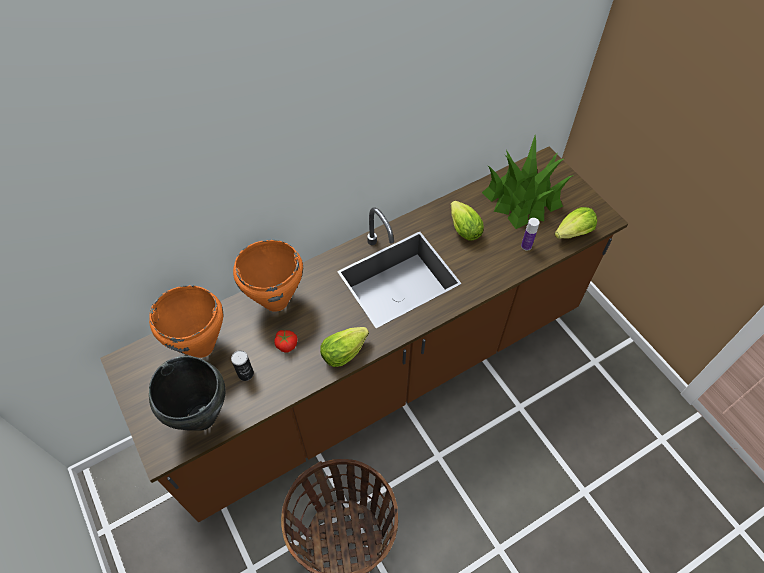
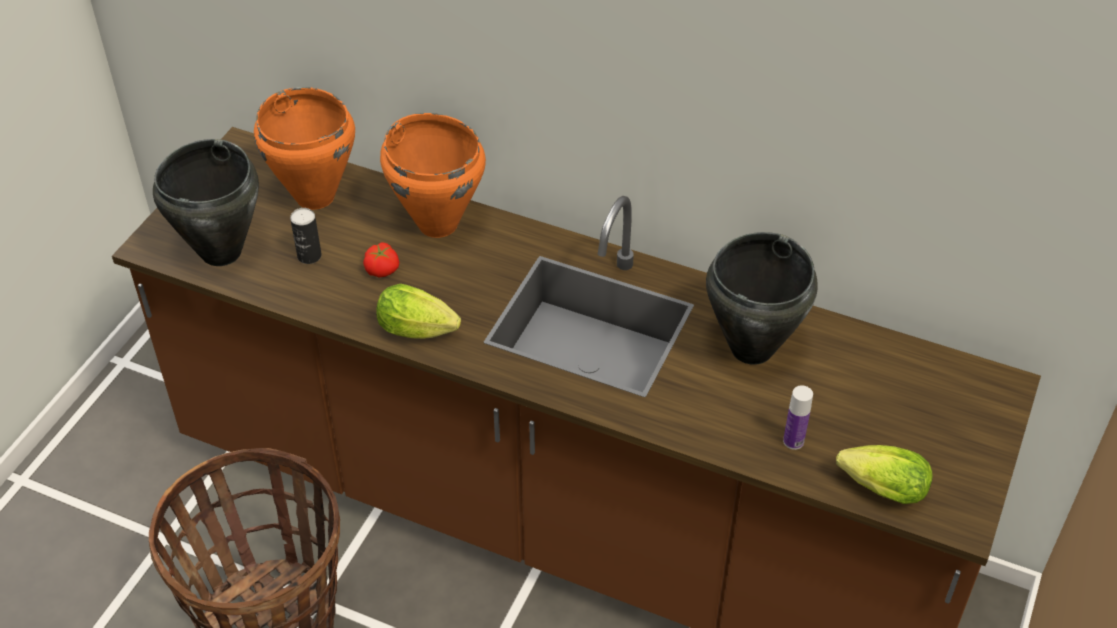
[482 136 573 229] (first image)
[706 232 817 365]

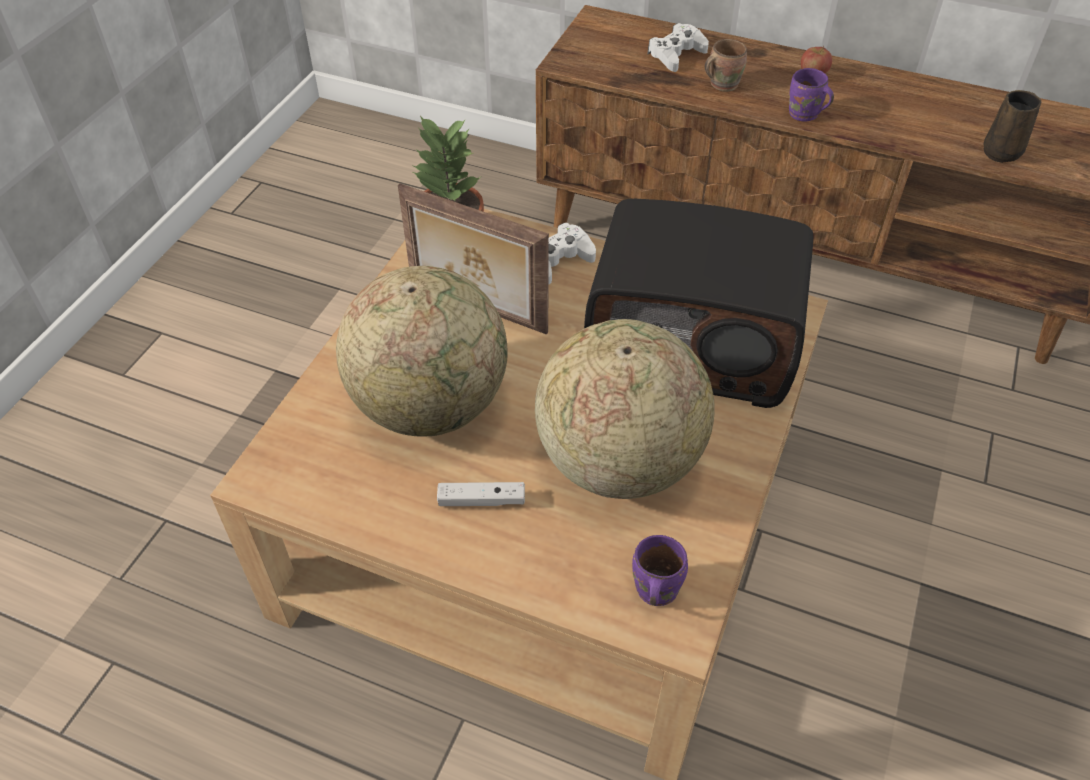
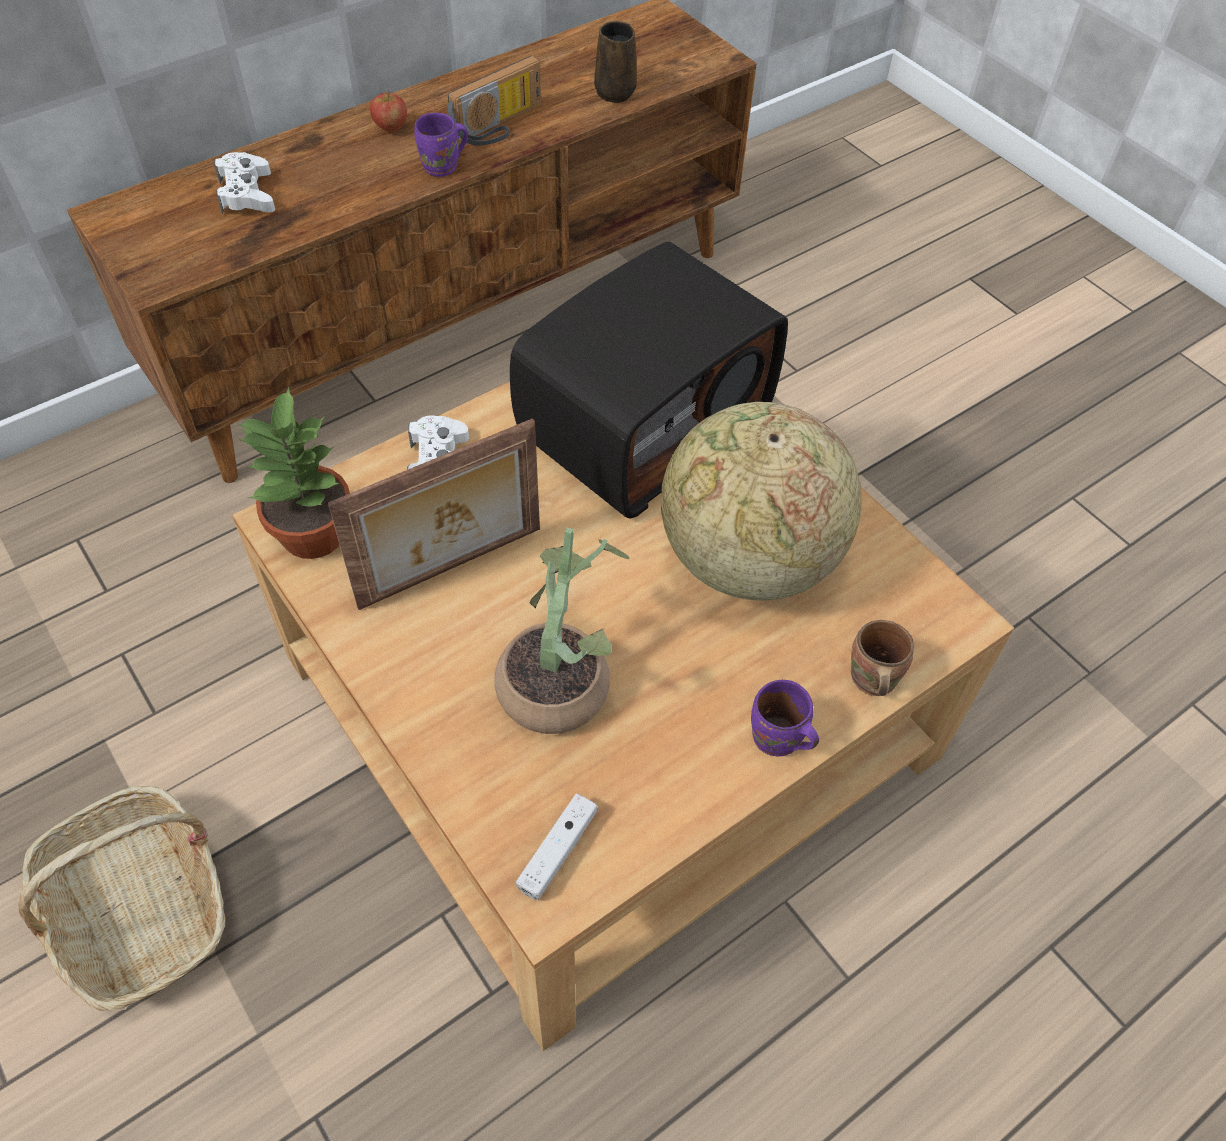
[851 620 914 696]
[494 528 629 734]
[516 794 598 900]
[751 680 819 757]
[447 56 541 146]
[19 786 225 1011]

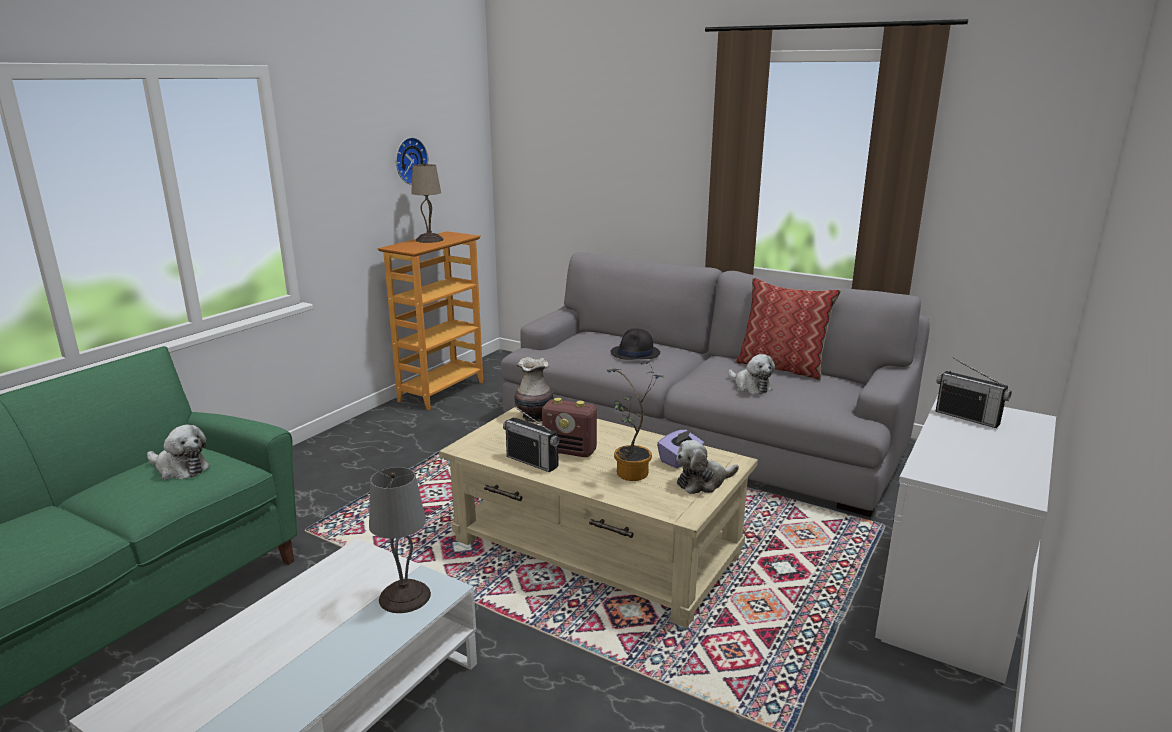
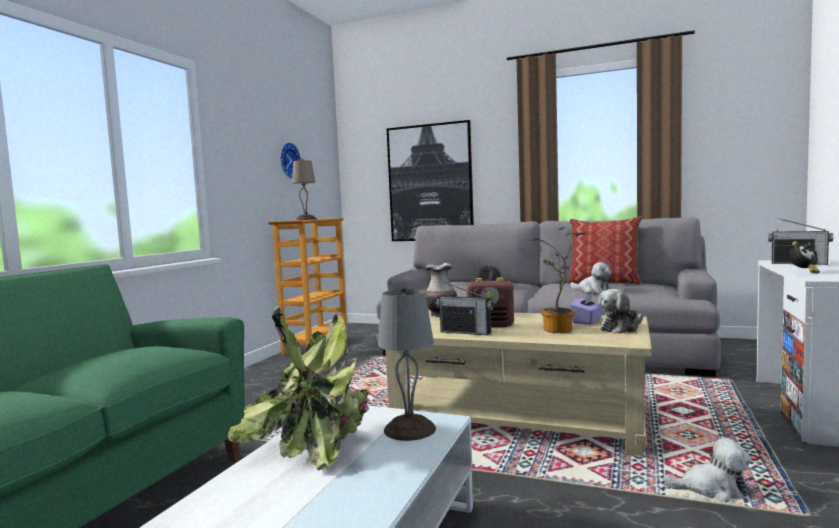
[663 438 752 502]
[387 120 474 241]
[789 241 820 274]
[228 305 369 470]

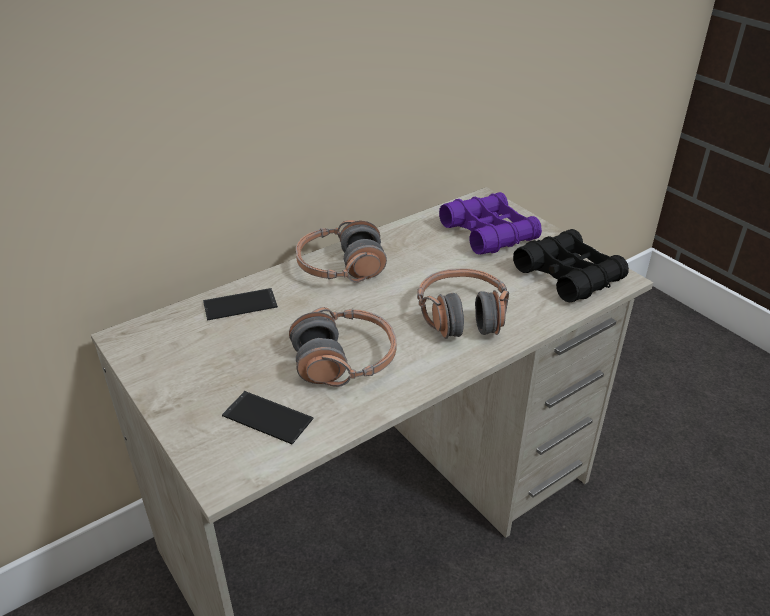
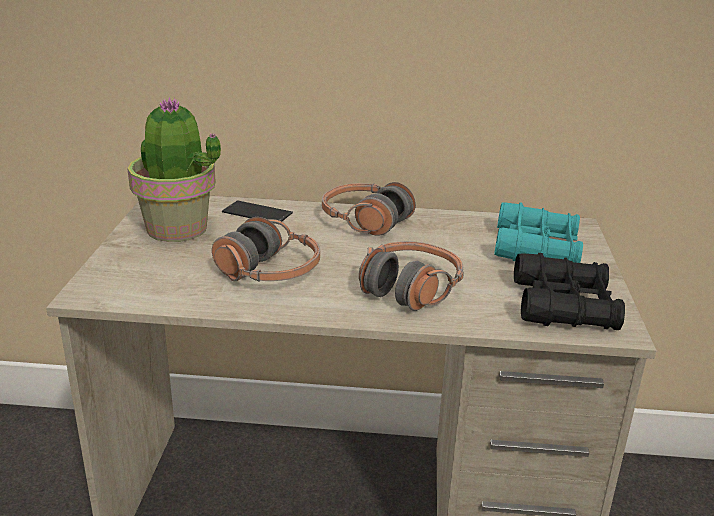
[494 202 583 263]
[222 391 313 445] (first image)
[127 97 221 242]

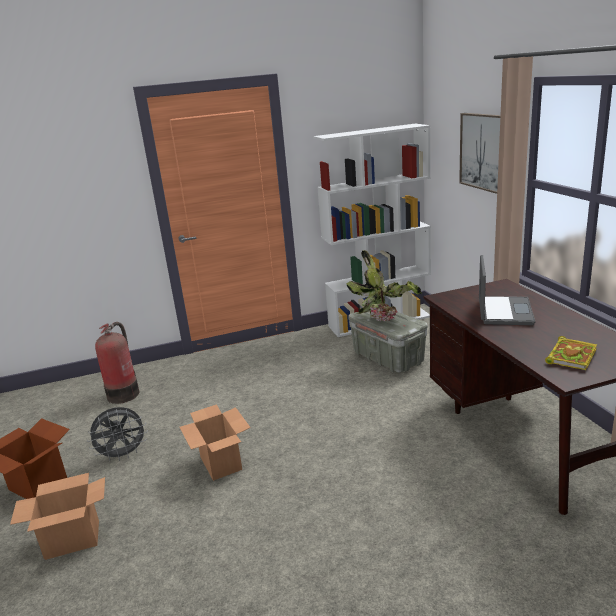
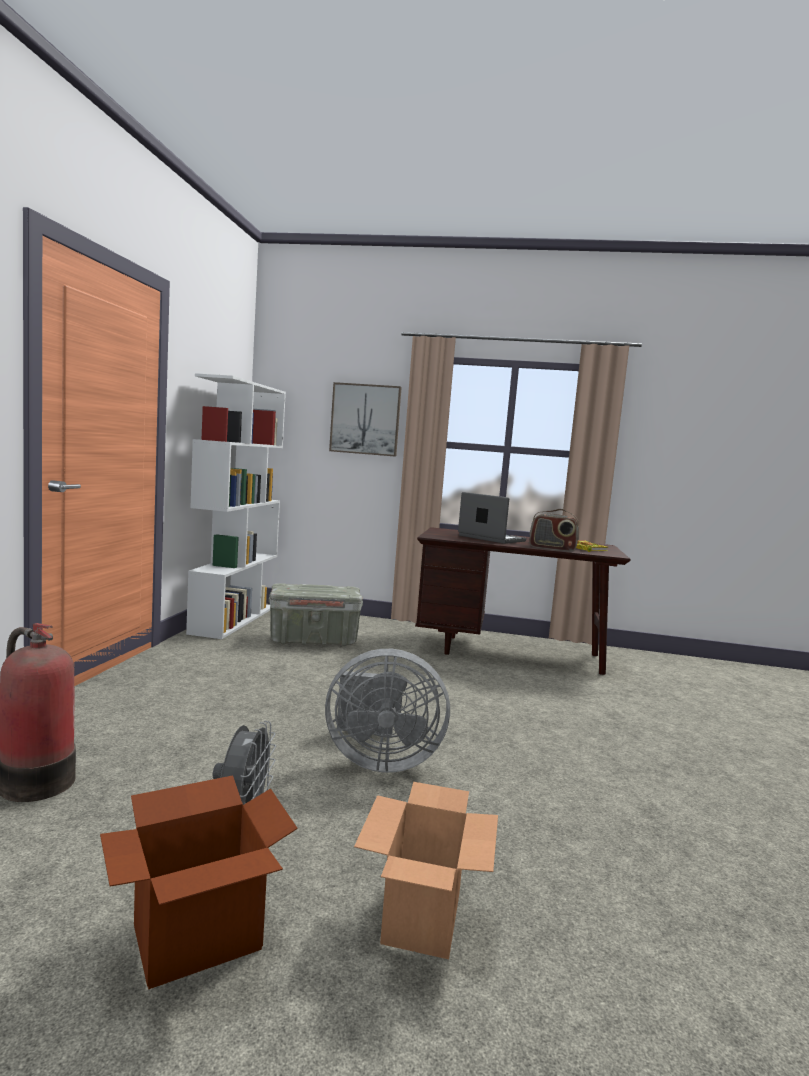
[347 250 422 321] (first image)
[325 649 450 772]
[529 509 579 551]

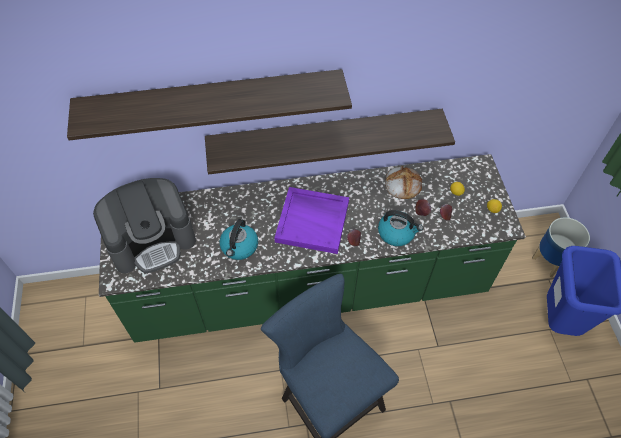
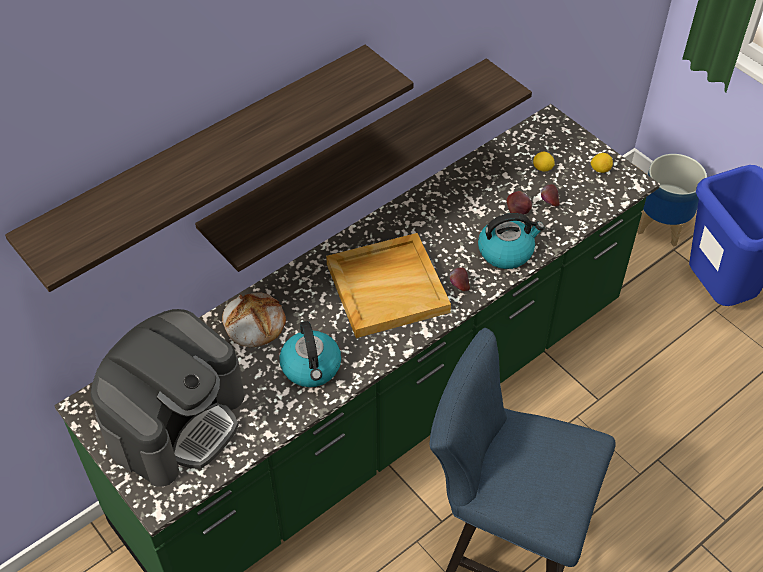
[222 293 286 347]
[326 233 451 338]

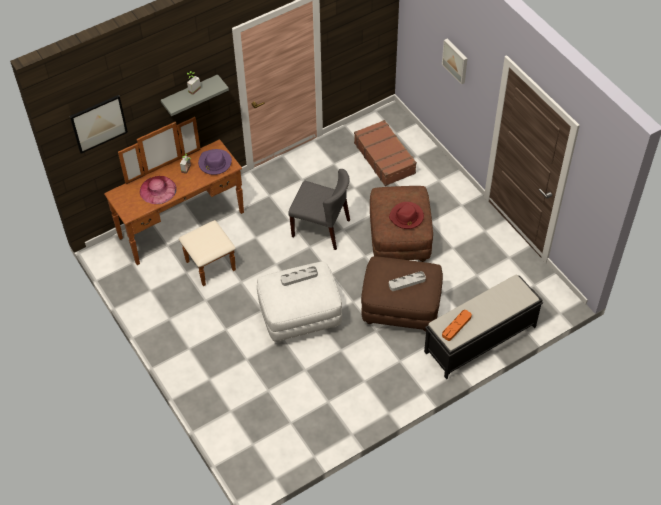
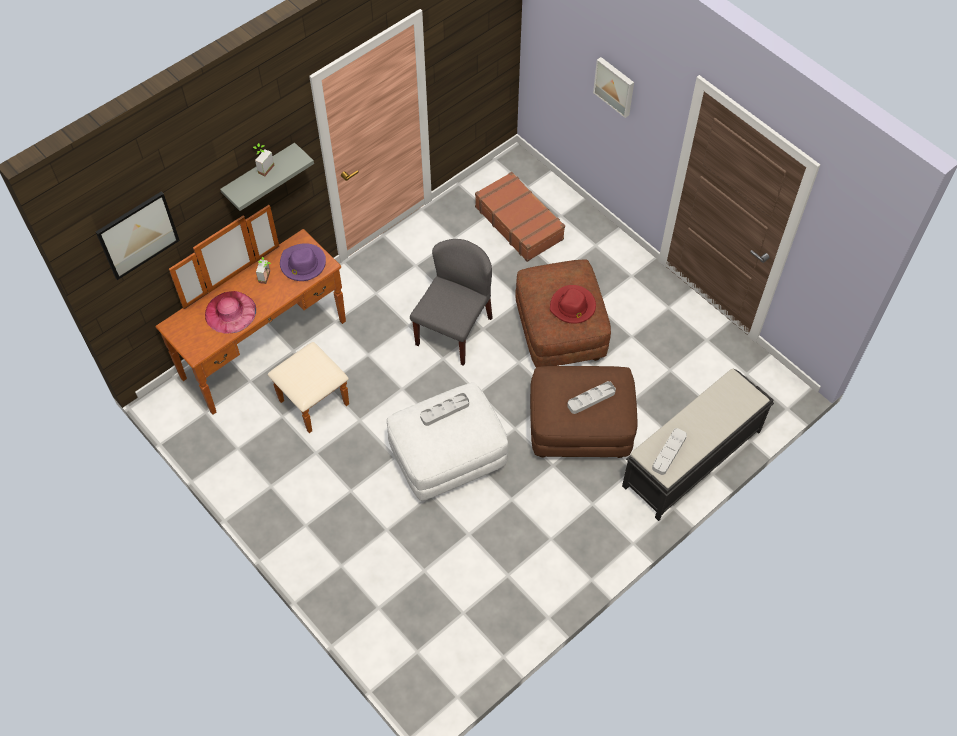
[410 239 493 366]
[652 428 687 475]

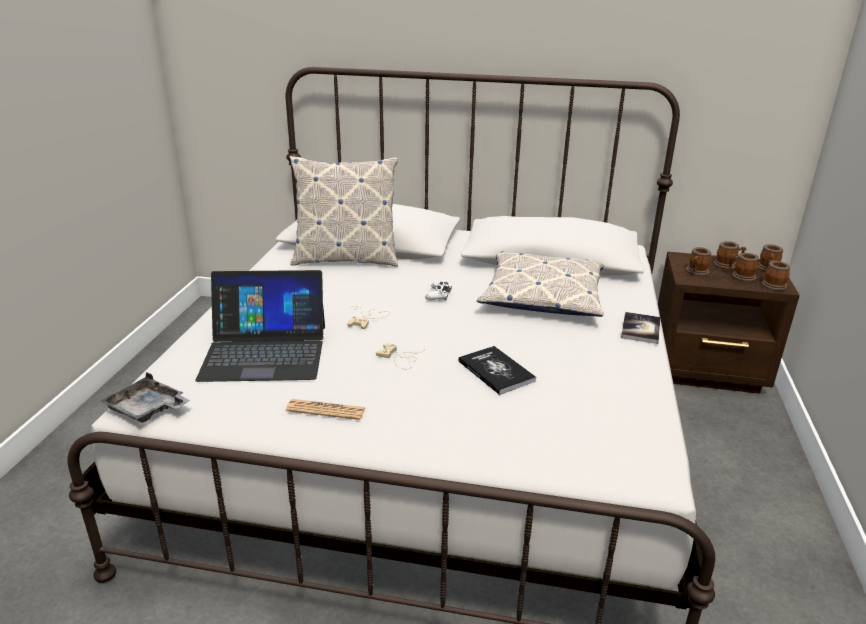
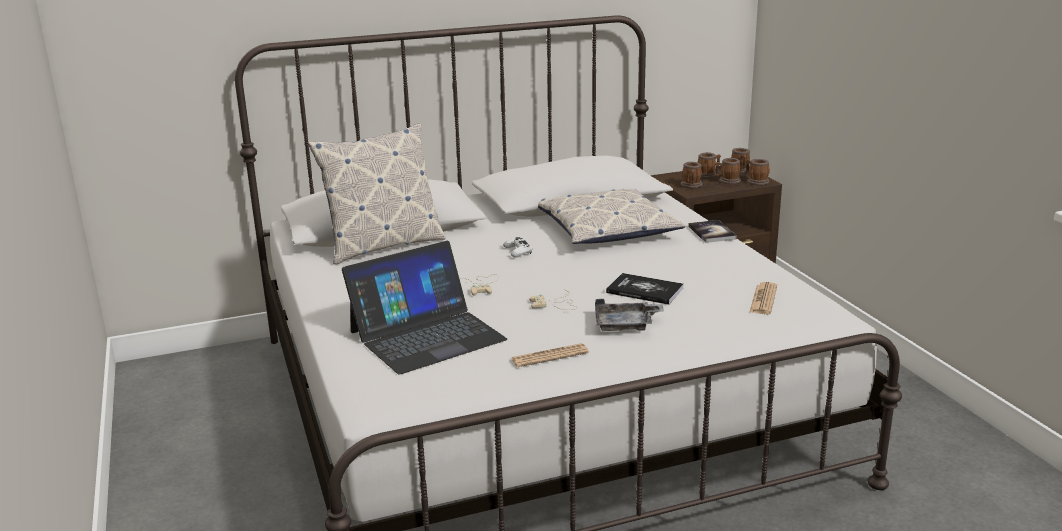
[595 299 664 331]
[750 282 777 314]

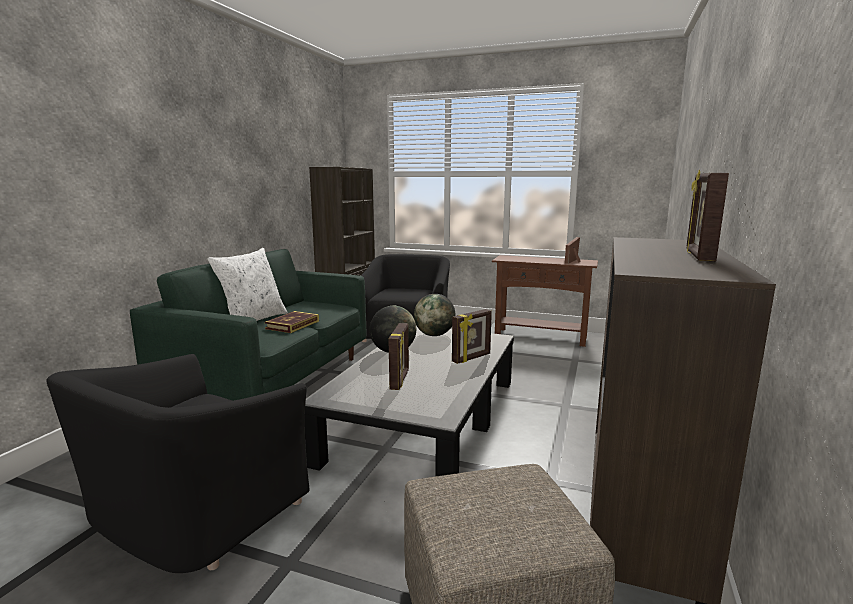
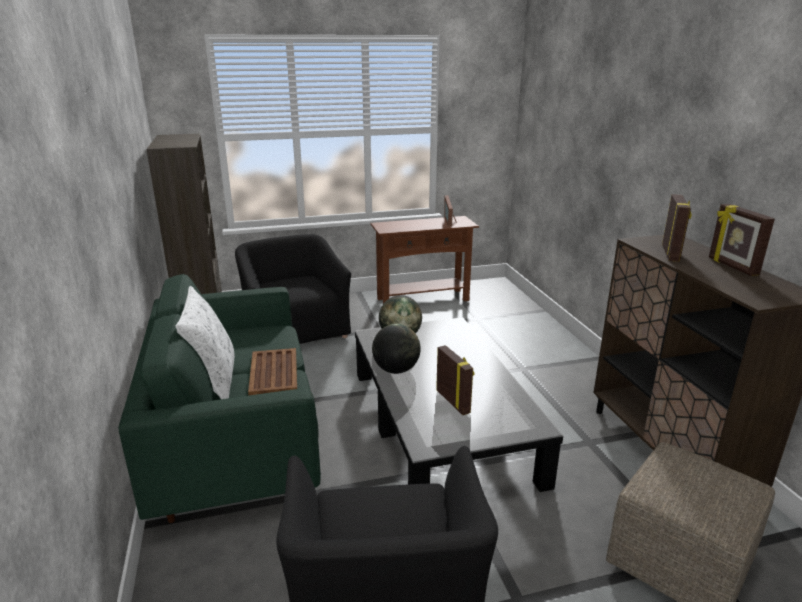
[662 194 692 262]
[248 348 297 395]

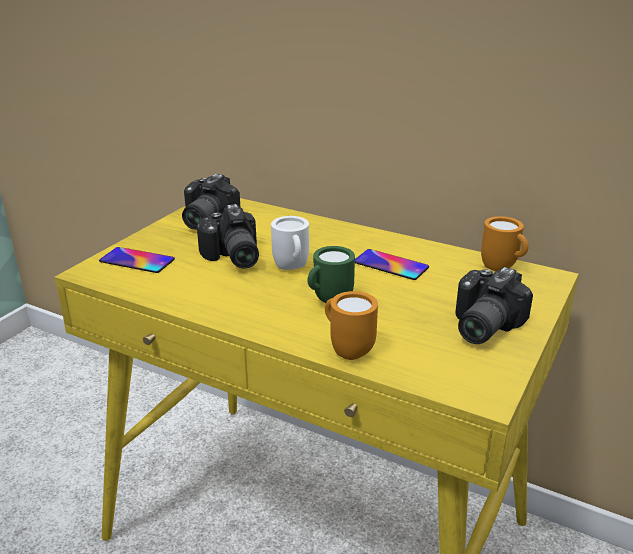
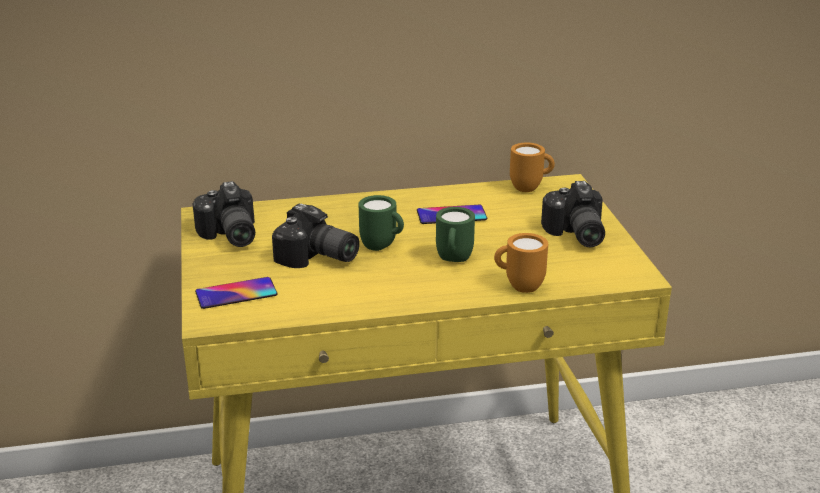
[359 195 404 251]

